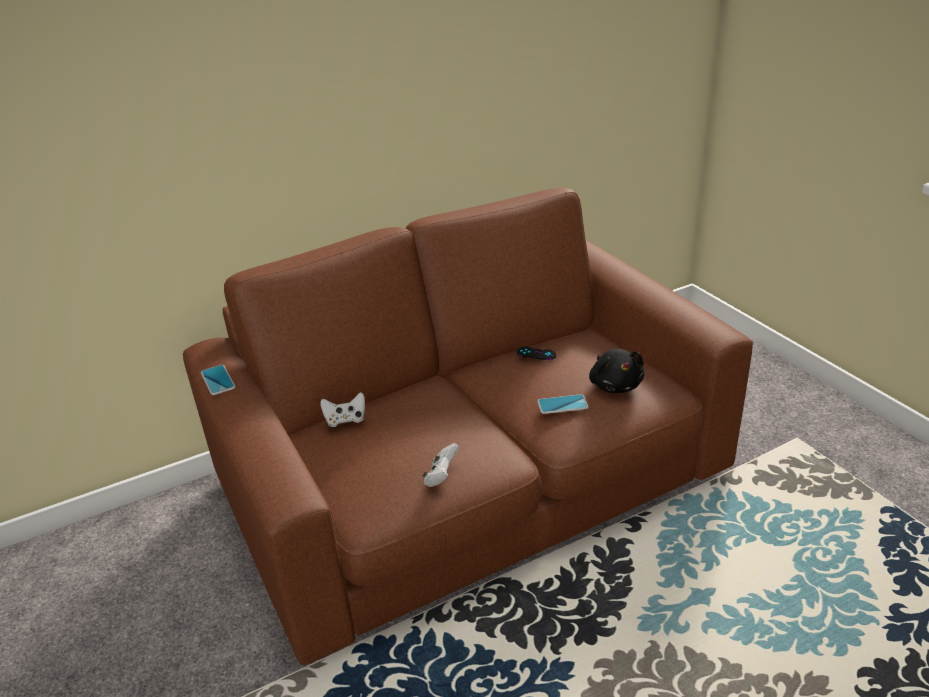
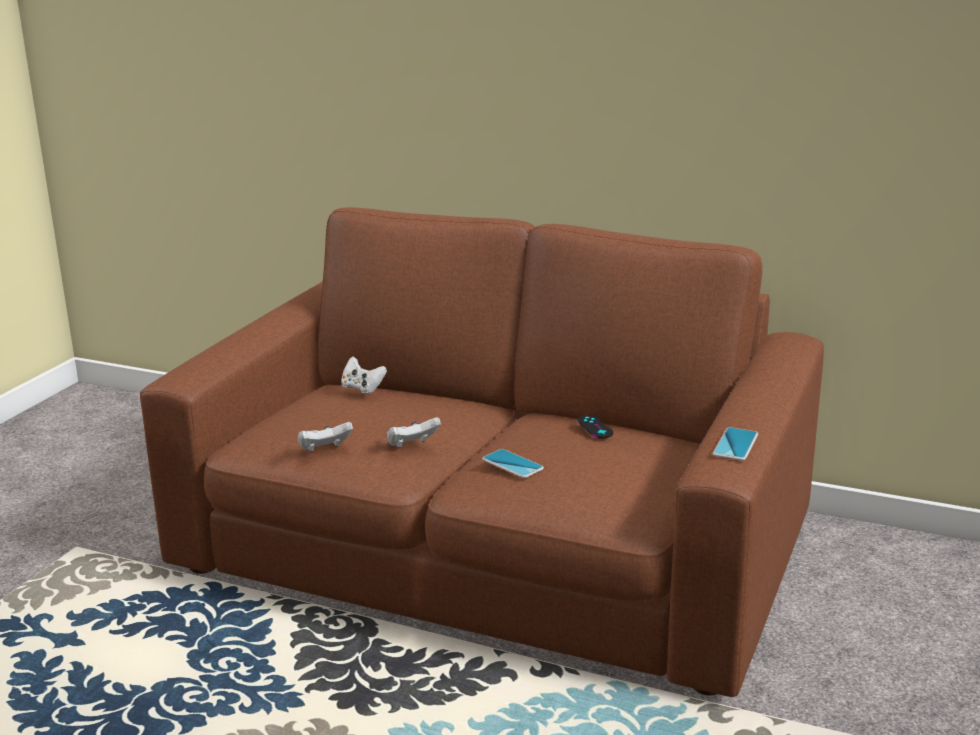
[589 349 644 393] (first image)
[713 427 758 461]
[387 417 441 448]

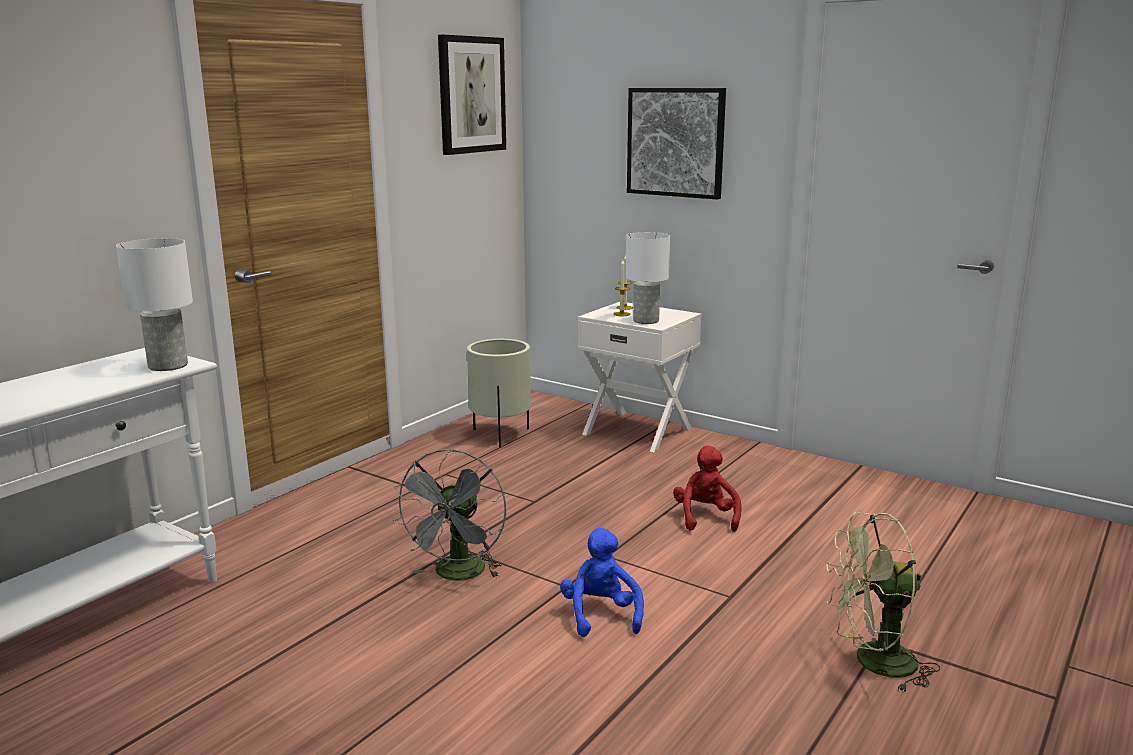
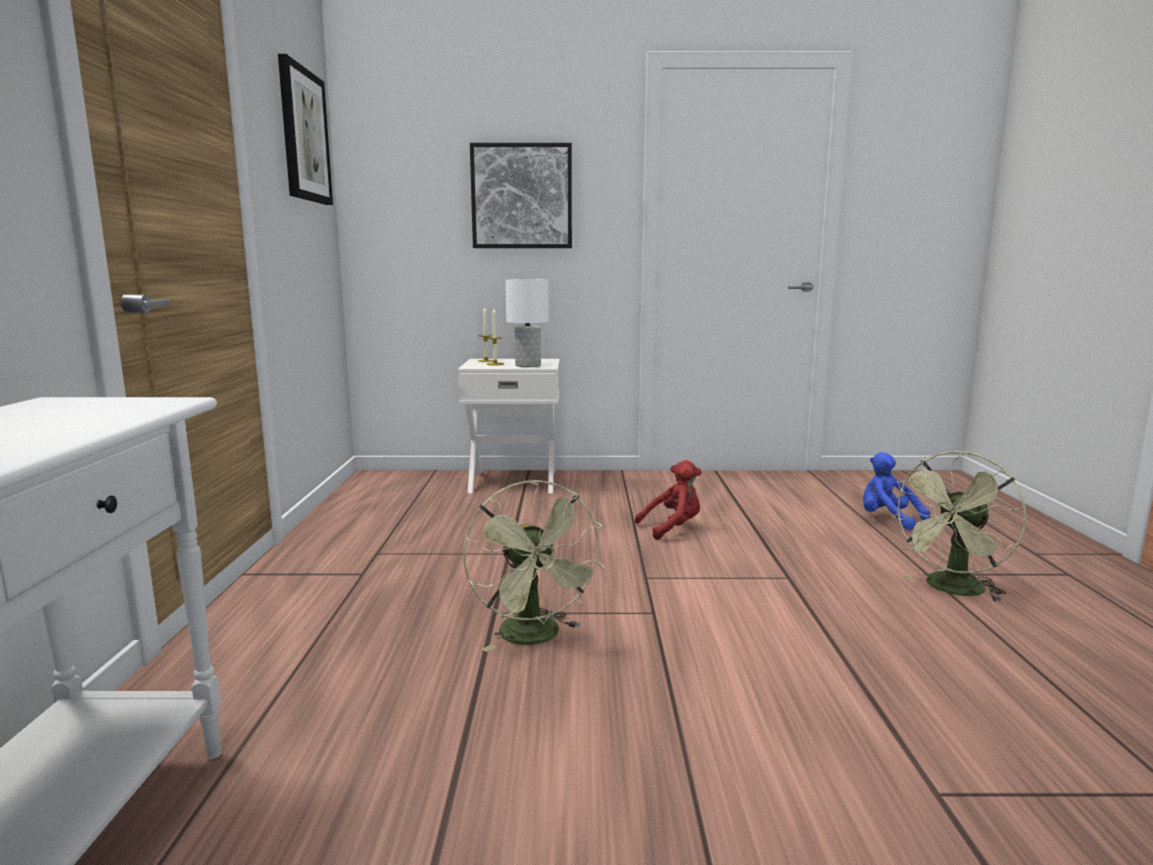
[116 238 193 371] (first image)
[467 339 531 447] (first image)
[635 460 702 540]
[463 480 604 652]
[863 452 930 530]

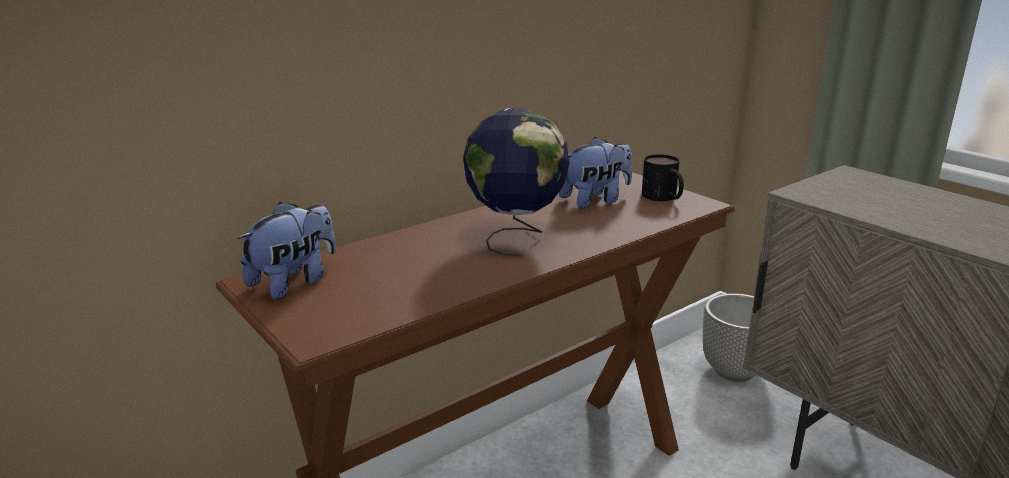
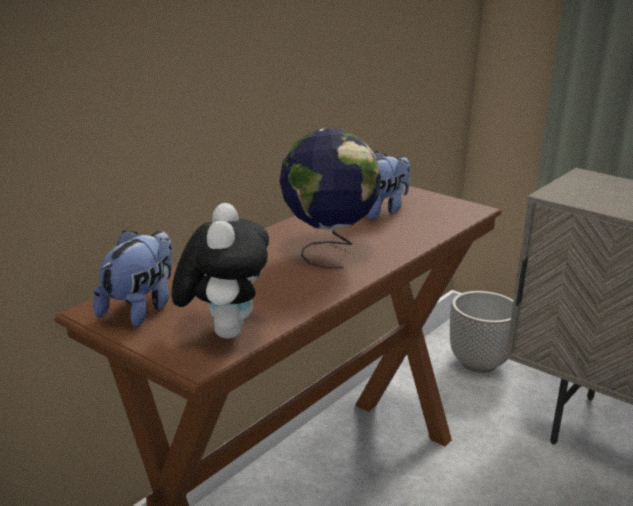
[642 154 684 201] (first image)
[172 203 269 338]

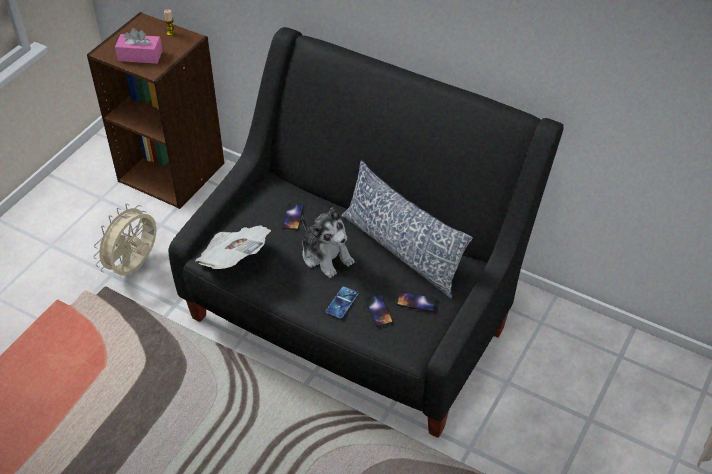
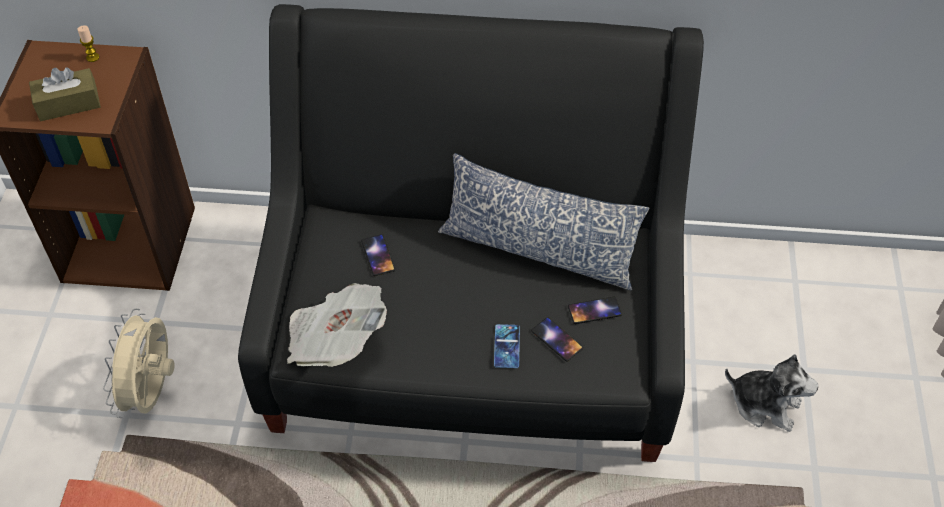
[29 67 101 121]
[725 354 818 432]

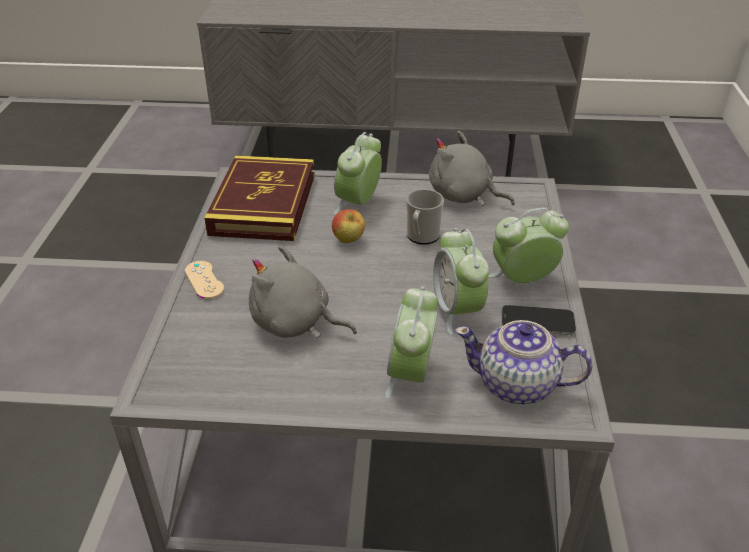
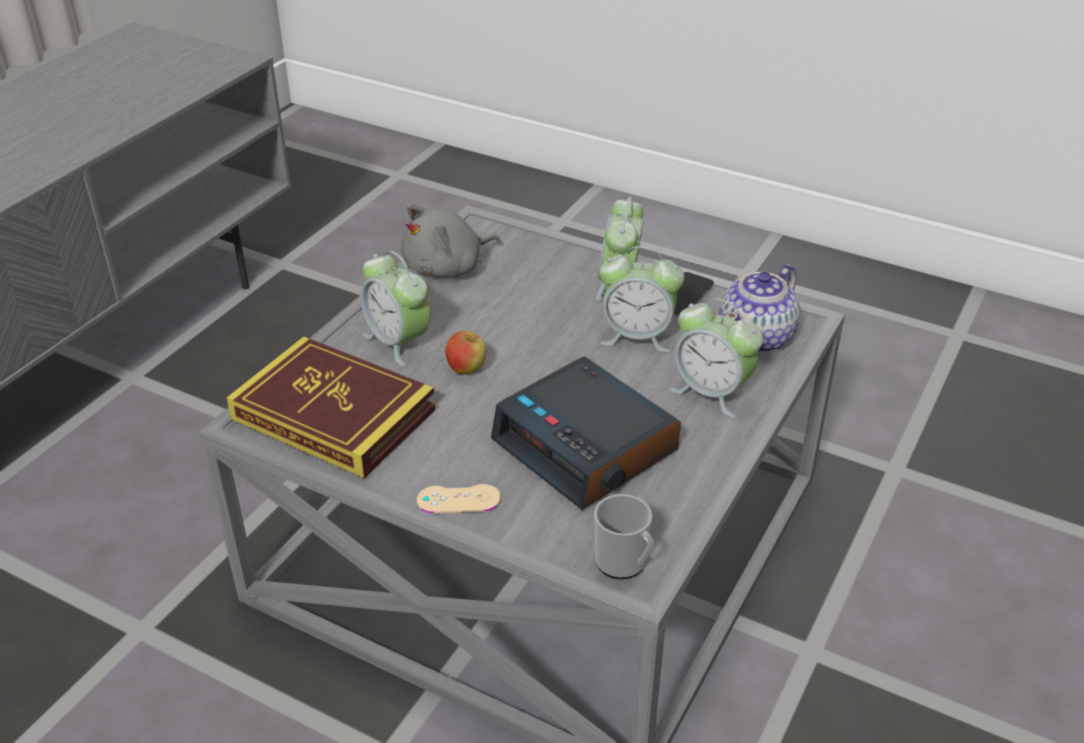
[594 494 654 579]
[491 356 681 510]

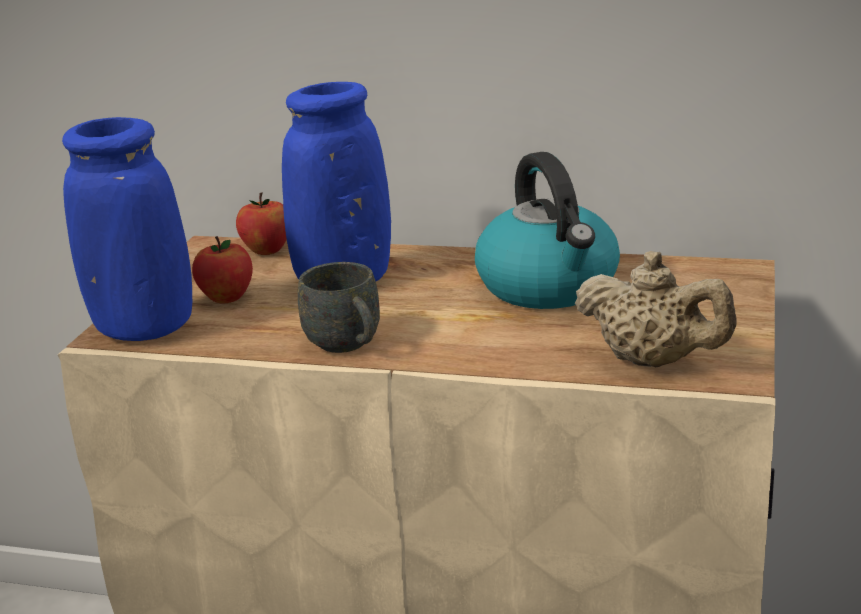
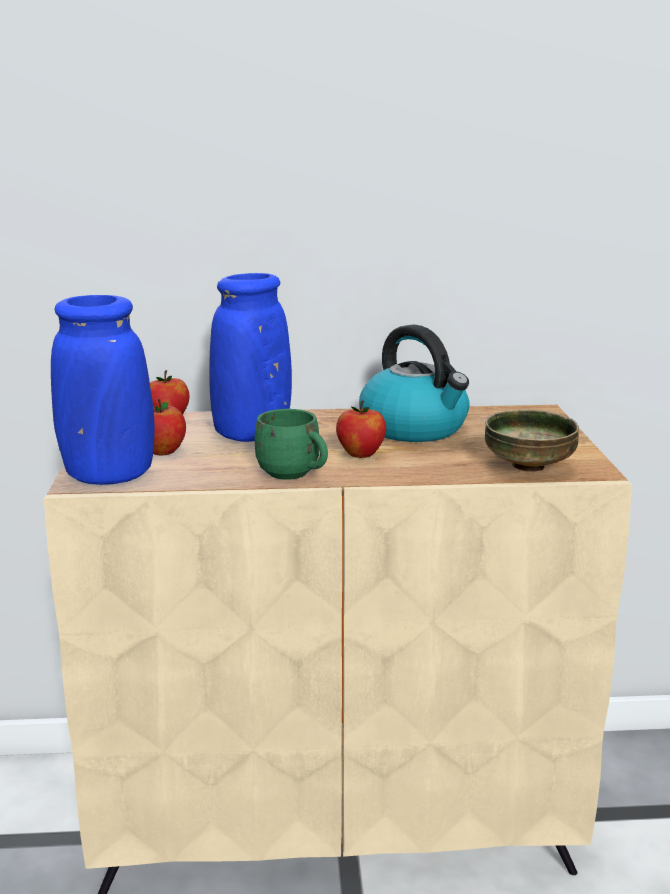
[485 410 579 472]
[255 409 328 480]
[336 400 386 458]

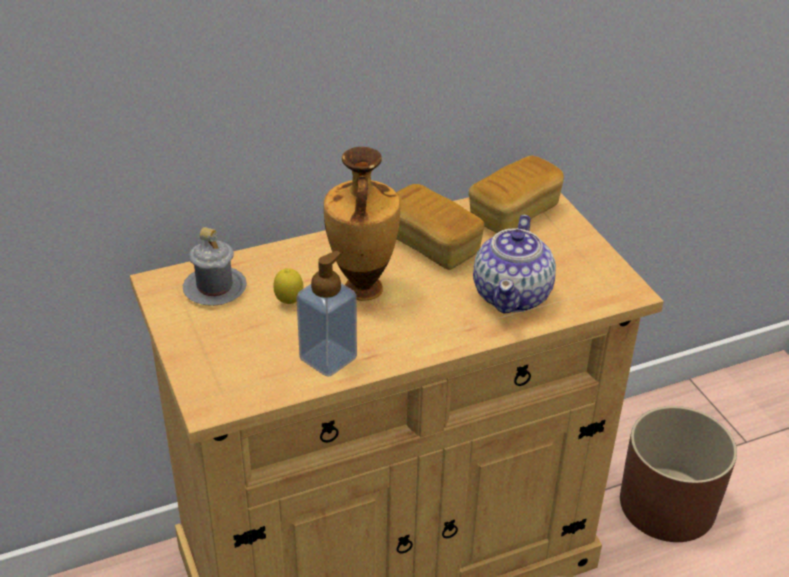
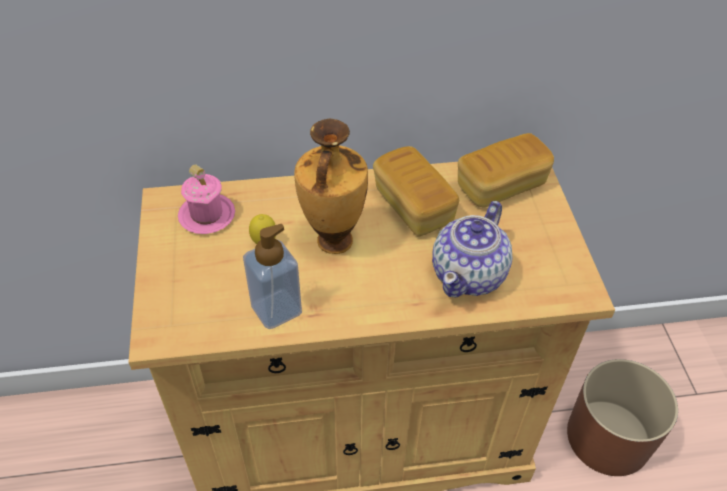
[178 165 235 234]

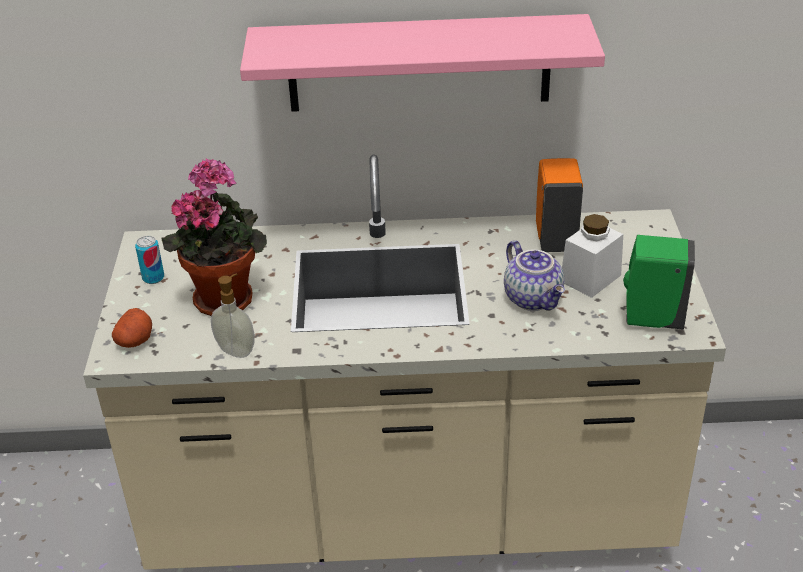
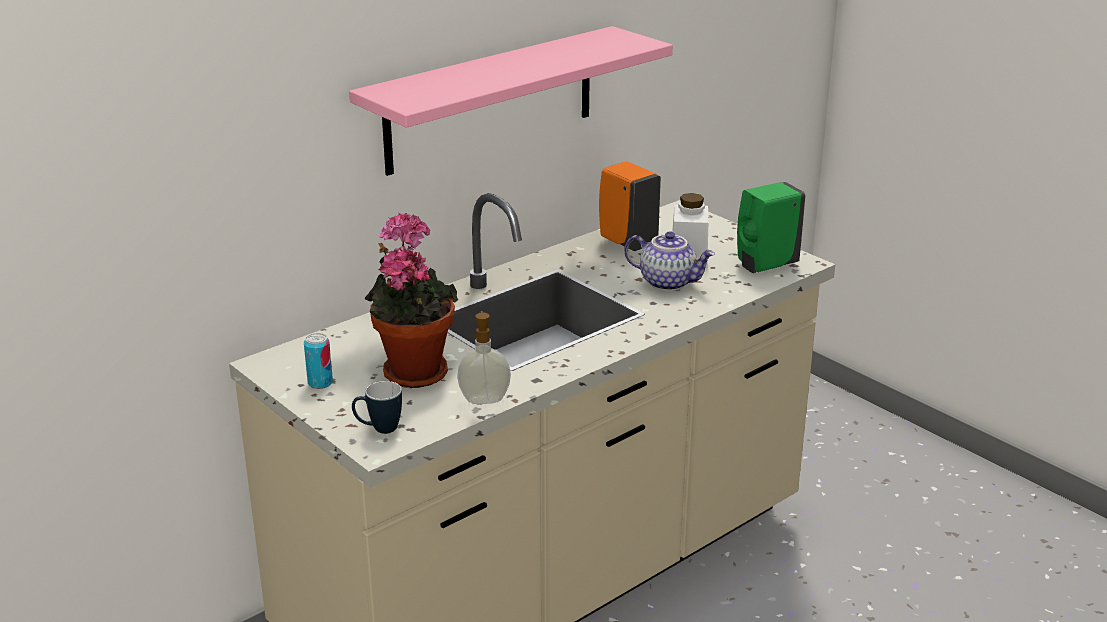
[352 381 402 434]

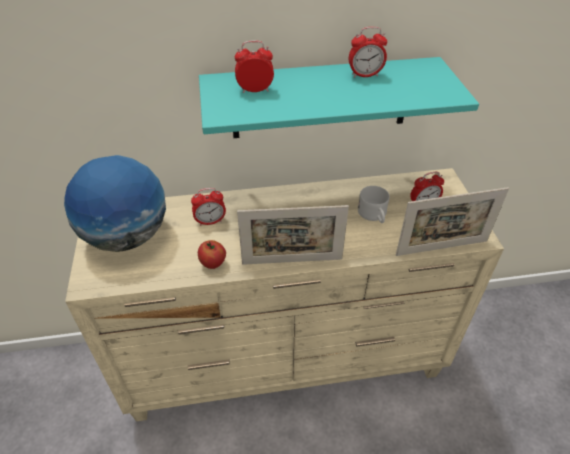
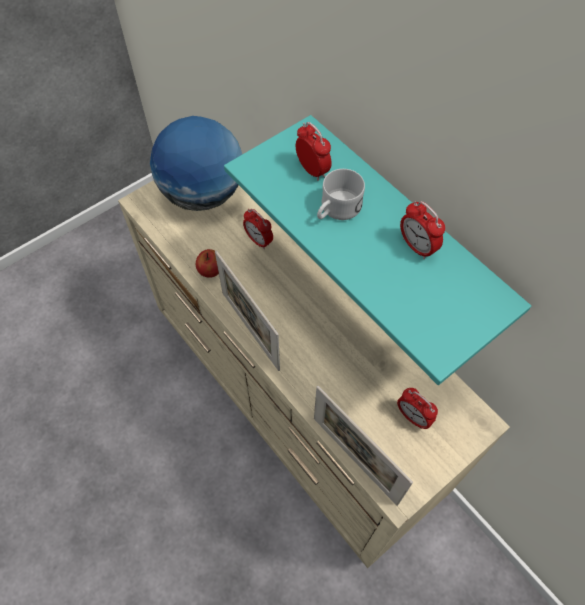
[317 169 365 220]

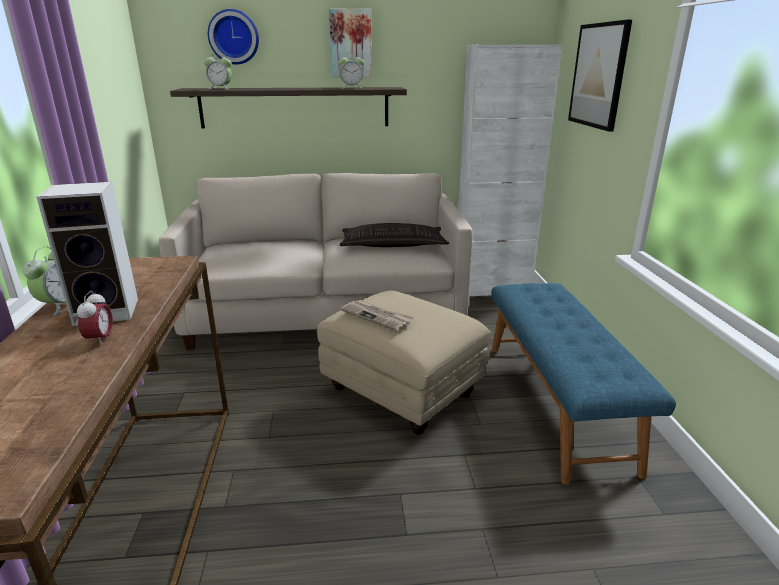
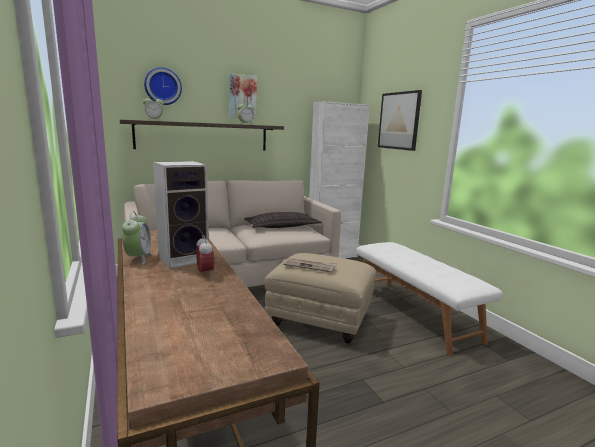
[356 242 503 355]

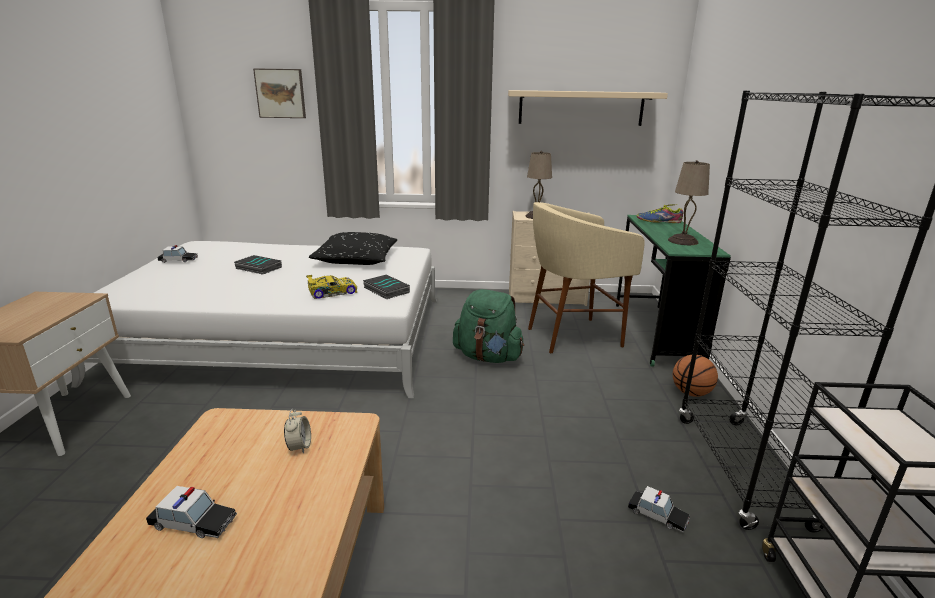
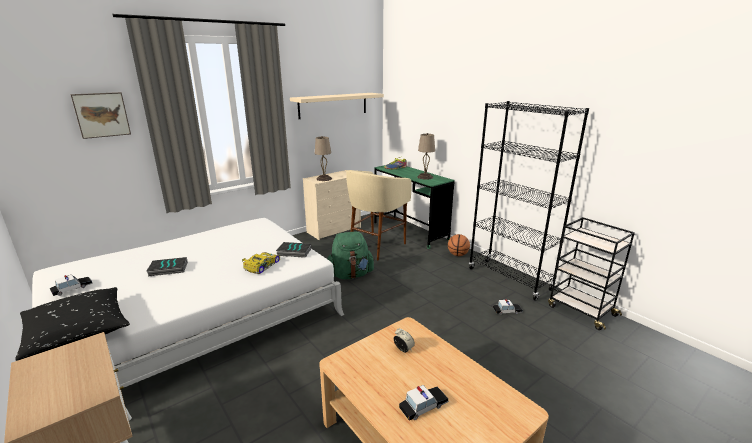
[15 287 130 361]

